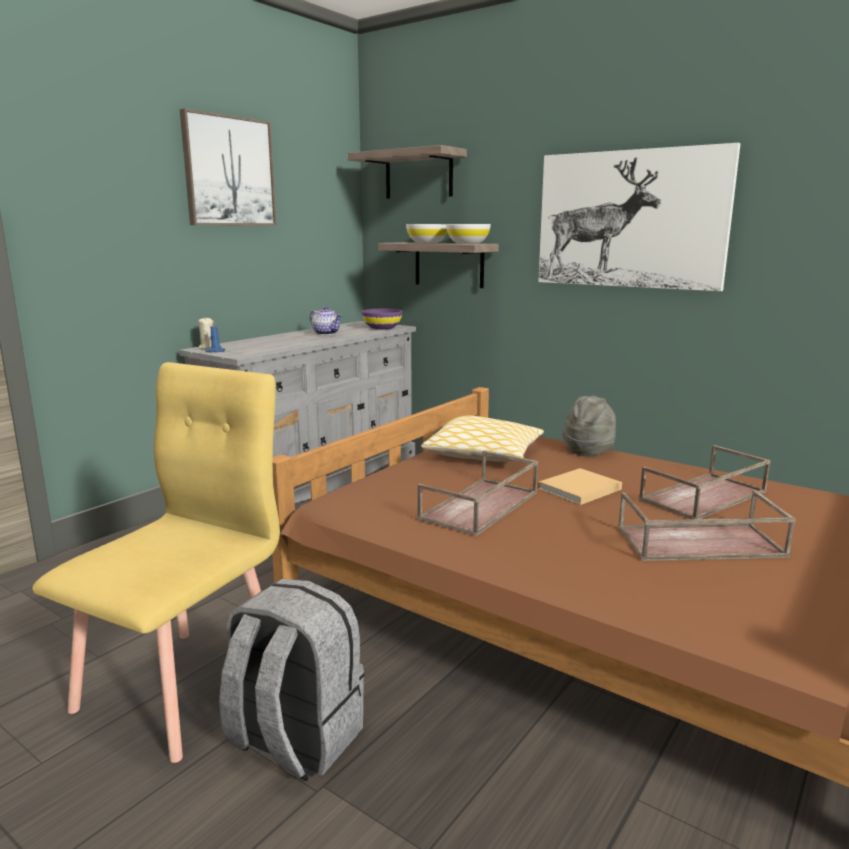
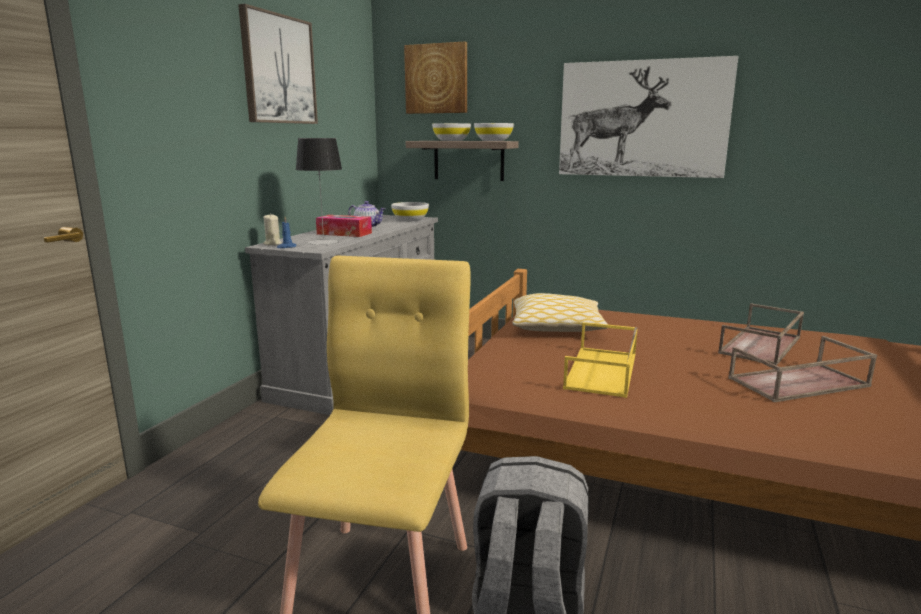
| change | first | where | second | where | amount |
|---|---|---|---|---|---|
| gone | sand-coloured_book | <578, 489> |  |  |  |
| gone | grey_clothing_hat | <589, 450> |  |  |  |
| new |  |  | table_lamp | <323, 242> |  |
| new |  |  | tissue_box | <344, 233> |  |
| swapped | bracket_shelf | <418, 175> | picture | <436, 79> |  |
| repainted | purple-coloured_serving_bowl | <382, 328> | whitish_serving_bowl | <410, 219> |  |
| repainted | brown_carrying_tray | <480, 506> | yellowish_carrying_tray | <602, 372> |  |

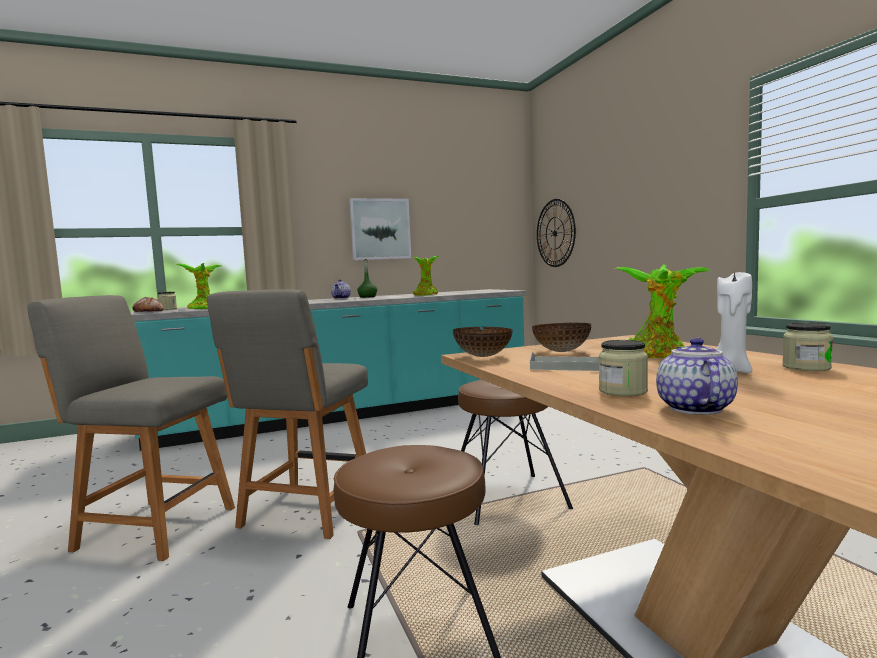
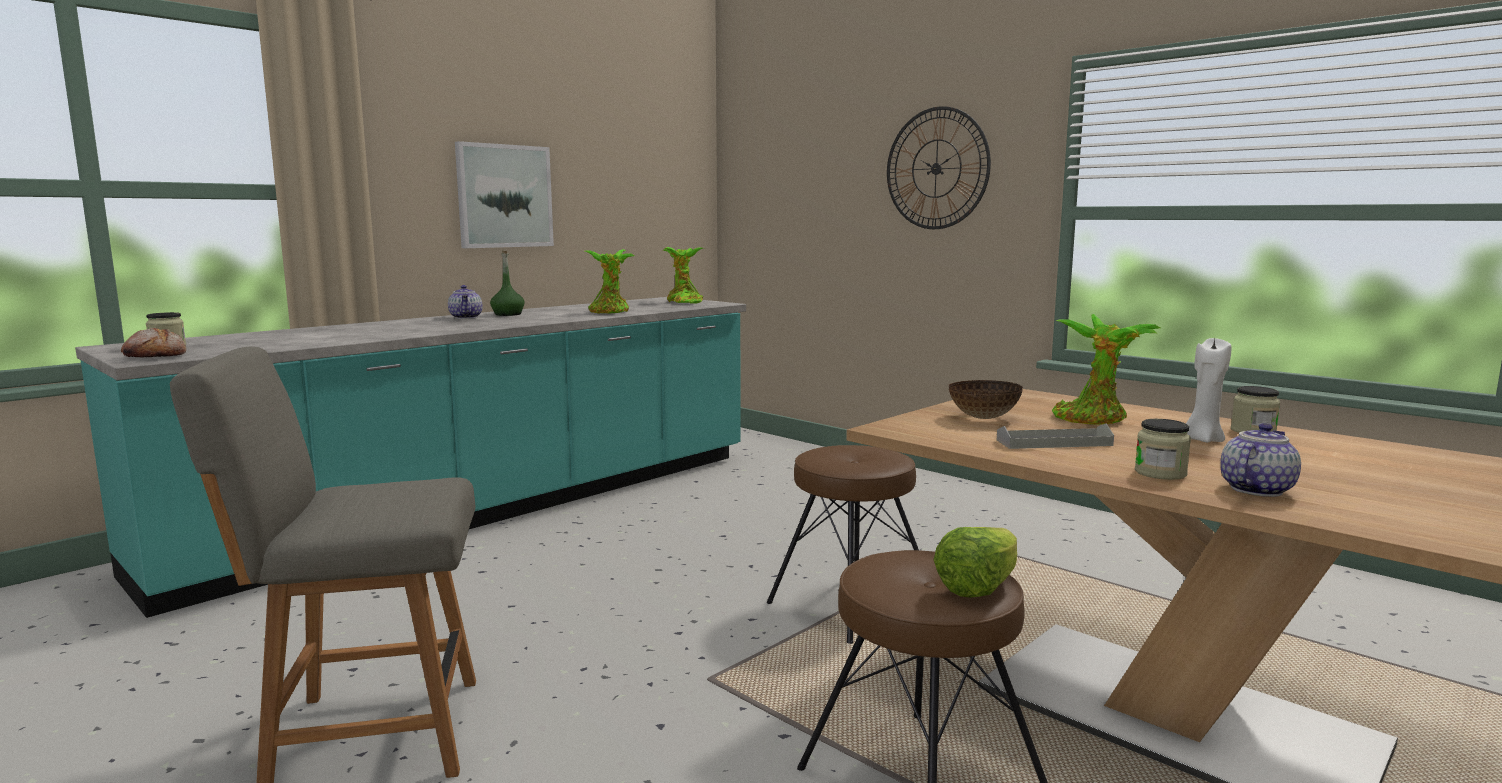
| change | first | where | second | where | amount |
|---|---|---|---|---|---|
| gone | grey_chair | <306, 511> |  |  |  |
| gone | serving_bowl | <484, 356> |  |  |  |
| new |  |  | lettuce_head | <978, 587> |  |
| shifted | plant_in_a_pot | <203, 308> |  | <683, 302> |  |
| shifted | clock_on_the_wall | <555, 233> |  | <936, 168> |  |
| rotated | tea_pot | <693, 408> |  | <1255, 489> | 60 degrees clockwise |

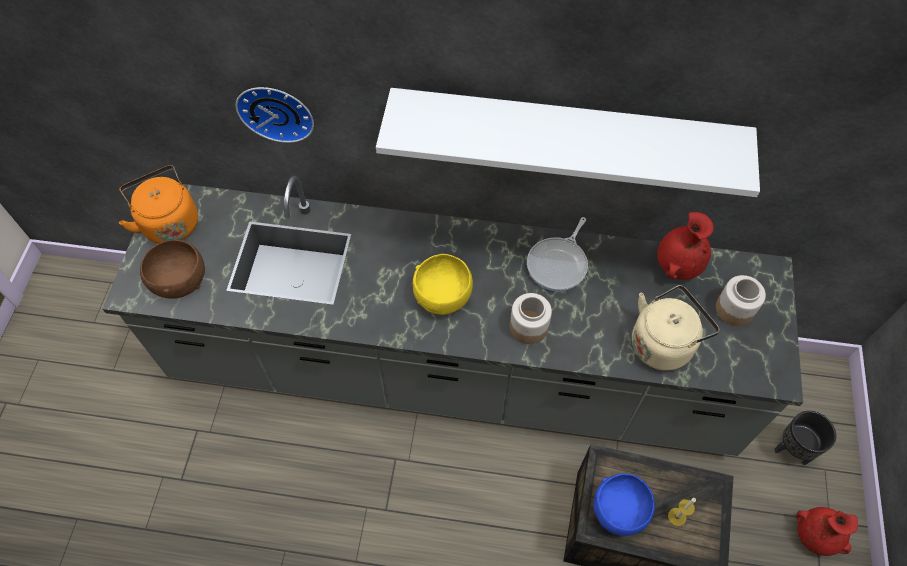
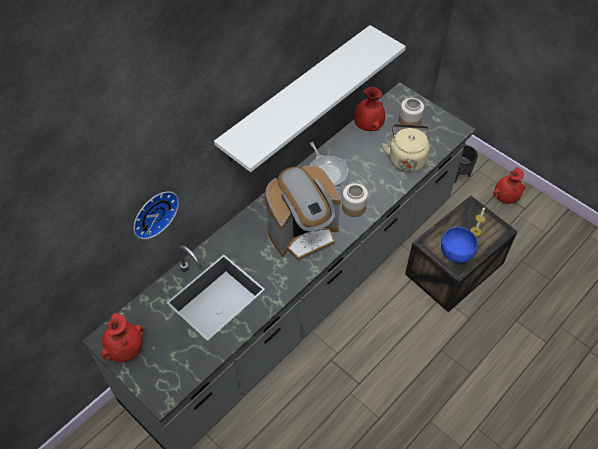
| change | first | where | second | where | amount |
|---|---|---|---|---|---|
| gone | brown_serving_bowl | <179, 281> |  |  |  |
| swapped | orange-coloured_kettle | <169, 222> | red_decorative_vase | <125, 348> |  |
| swapped | yellowish_serving_bowl | <443, 295> | coffee_brewer | <303, 233> |  |

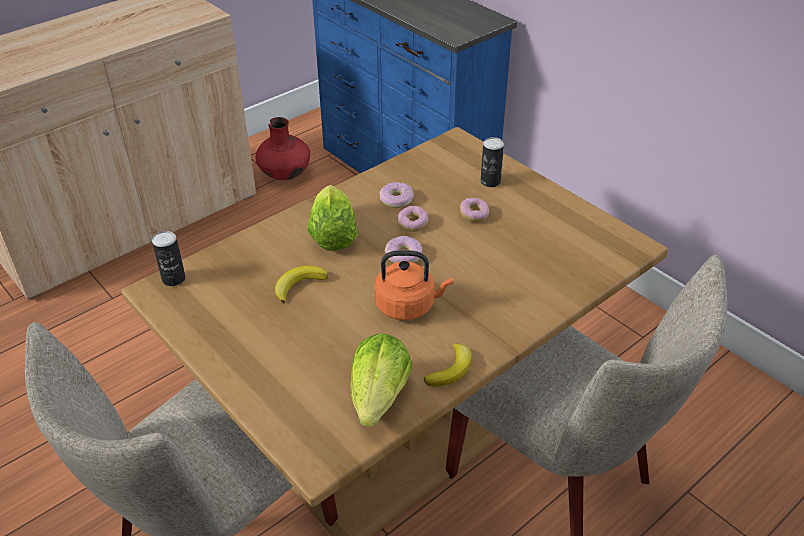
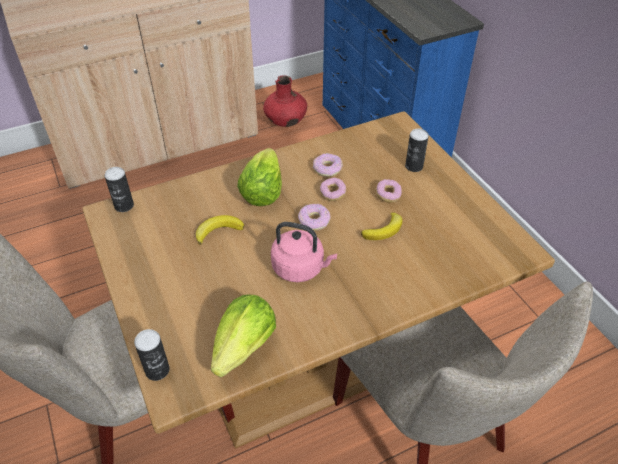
| change | first | where | second | where | amount |
|---|---|---|---|---|---|
| new |  |  | can | <157, 370> |  |
| shifted | whole_banana | <451, 369> |  | <384, 230> |  |
| repainted | orange-coloured_kettle | <408, 306> | pink-coloured_kettle | <300, 268> |  |

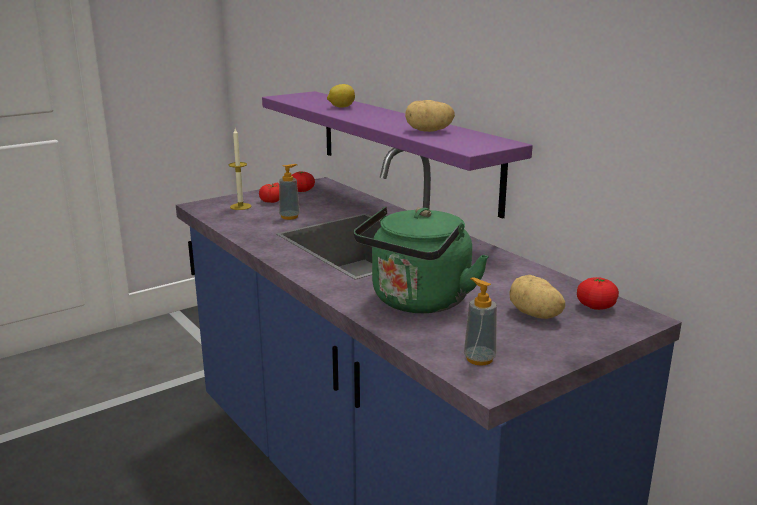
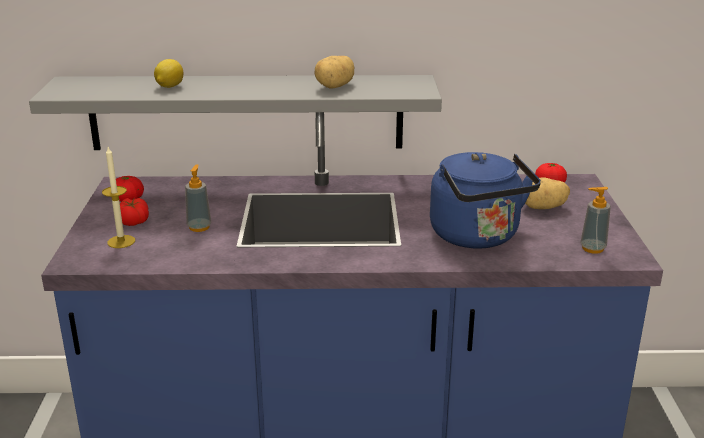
| change | first | where | second | where | amount |
|---|---|---|---|---|---|
| repainted | purple-coloured_bracket_shelf | <404, 147> | grey_bracket_shelf | <246, 112> |  |
| repainted | green-coloured_kettle | <418, 302> | blue_kettle | <478, 237> |  |

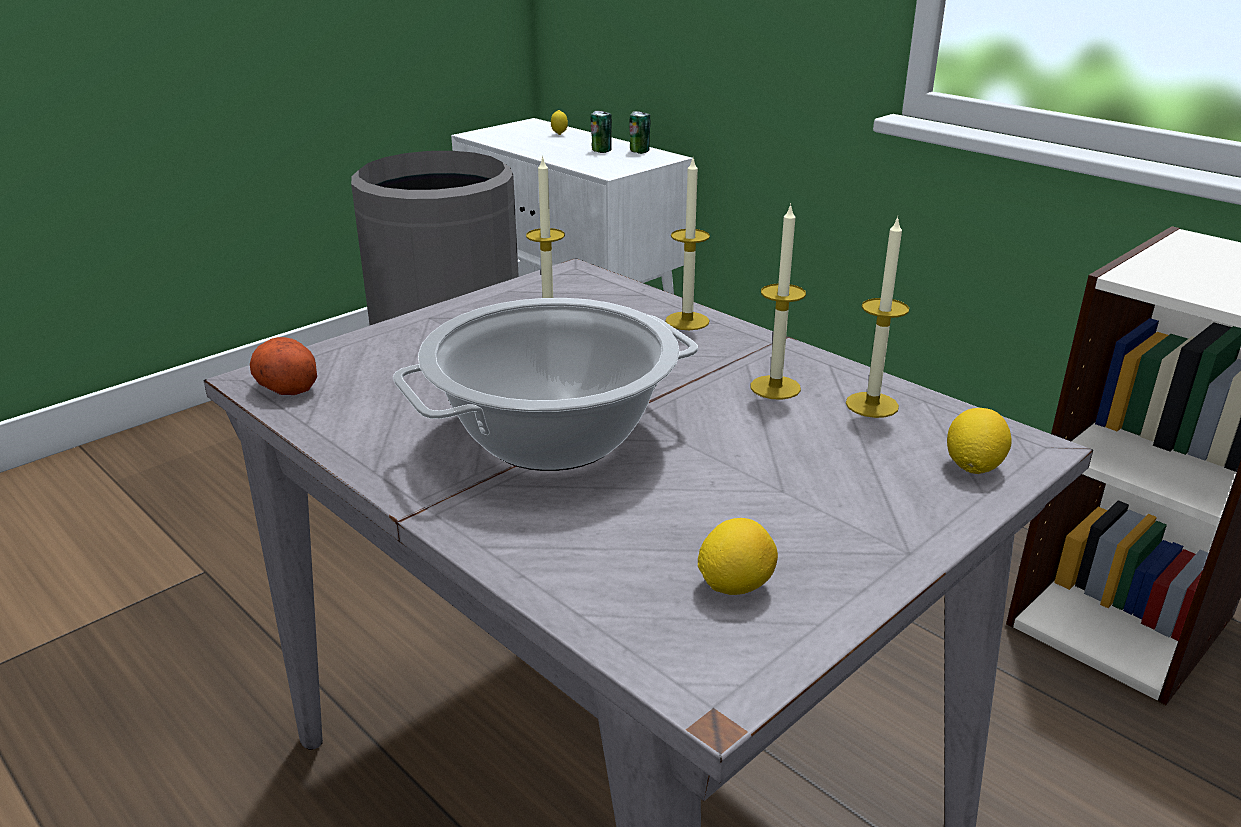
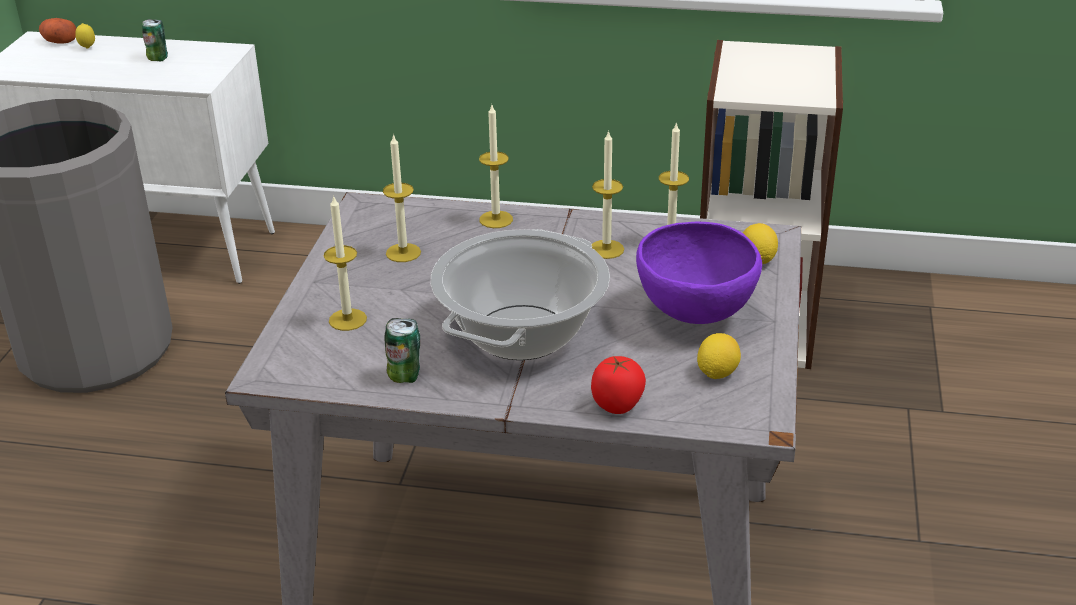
| change | first | where | second | where | amount |
|---|---|---|---|---|---|
| new |  |  | wax_candle | <347, 319> |  |
| new |  |  | fresh_tomato | <618, 406> |  |
| new |  |  | purple-coloured_serving_bowl | <694, 315> |  |
| shifted | potato | <286, 386> |  | <59, 41> |  |
| shifted | can | <639, 151> |  | <404, 376> |  |

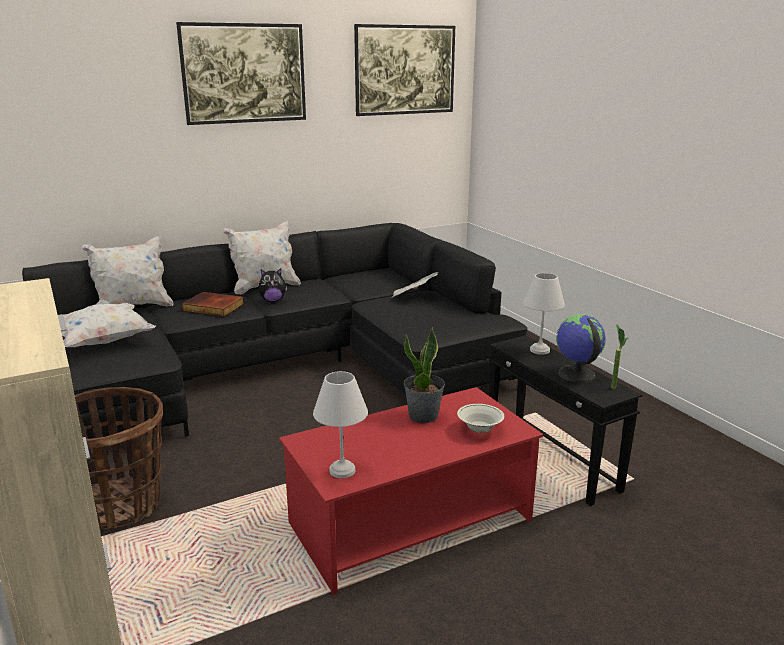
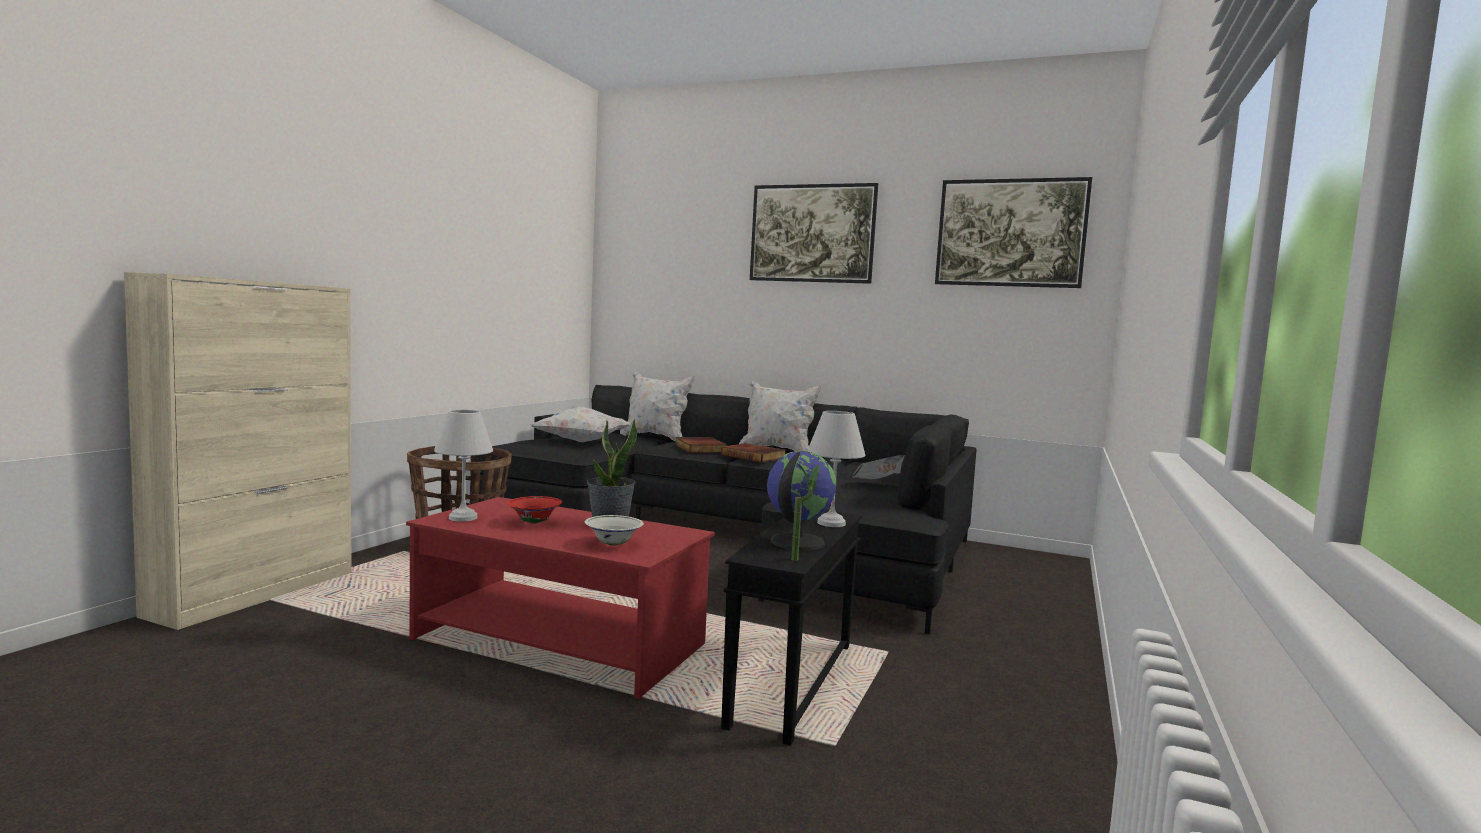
| change | first | where | second | where | amount |
|---|---|---|---|---|---|
| new |  |  | red_serving_bowl | <534, 522> |  |
| swapped | plush_toy | <273, 300> | book | <754, 456> |  |

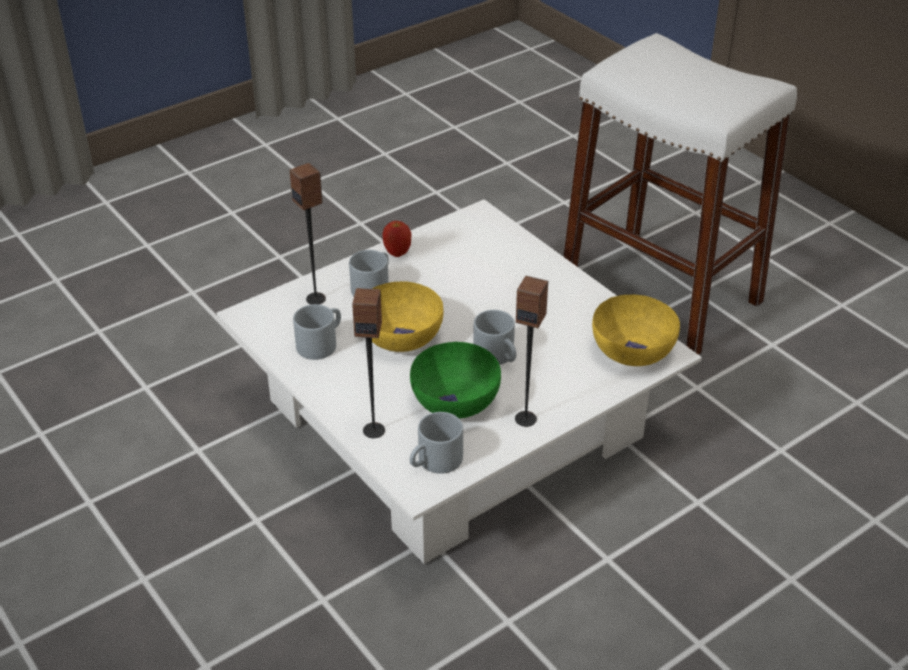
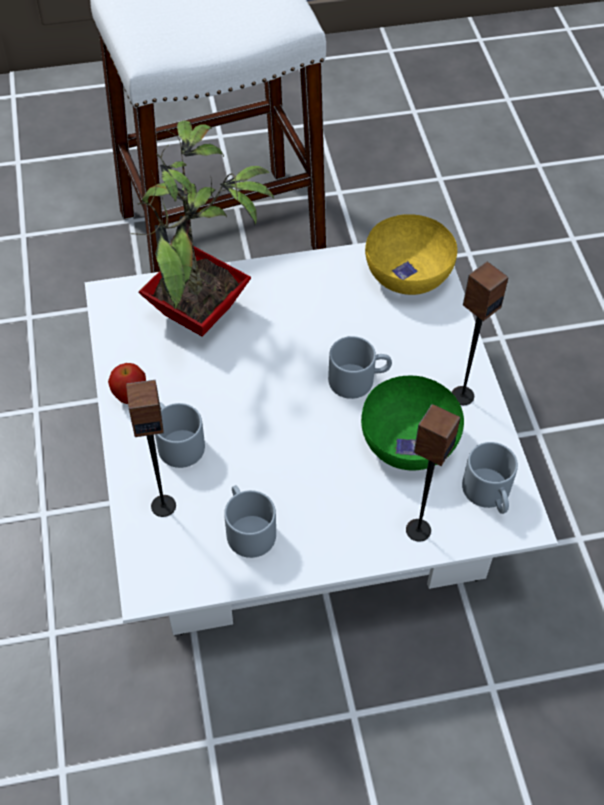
| change | first | where | second | where | amount |
|---|---|---|---|---|---|
| gone | yellowish_serving_bowl | <400, 337> |  |  |  |
| new |  |  | plant_in_a_pot | <201, 314> |  |

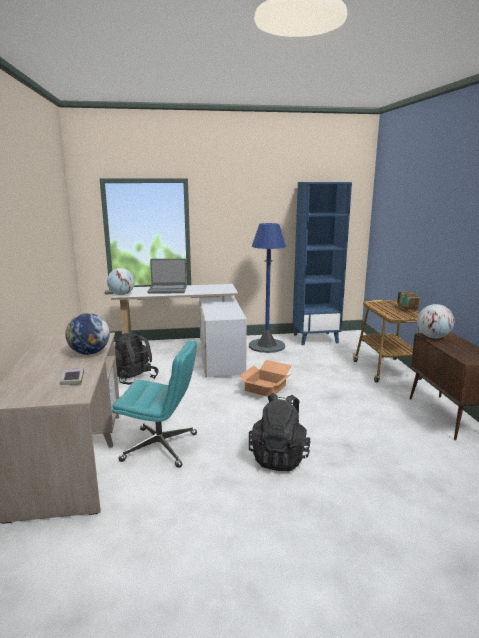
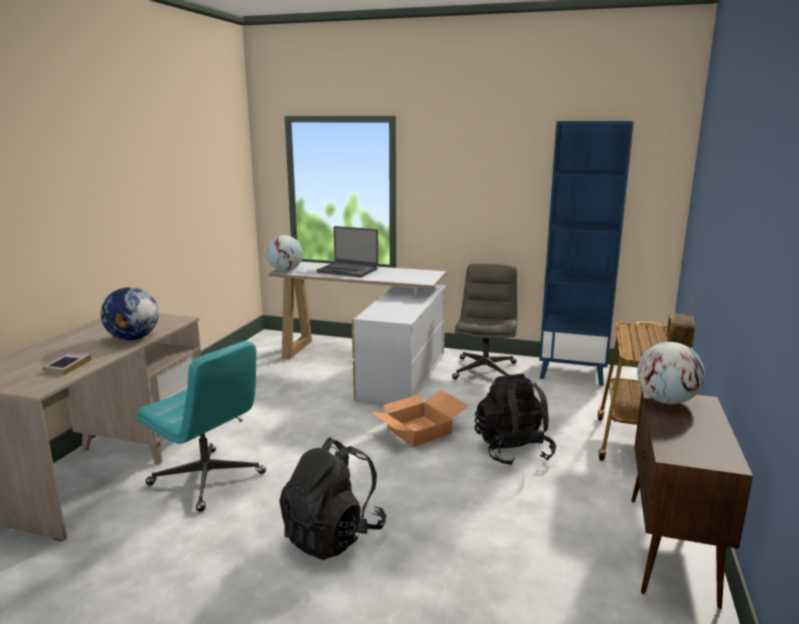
| change | first | where | second | where | amount |
|---|---|---|---|---|---|
| shifted | blackish_backpack | <134, 378> |  | <512, 450> |  |
| swapped | blue_standard_lamp | <266, 346> | grey_computer_chair | <485, 370> |  |

